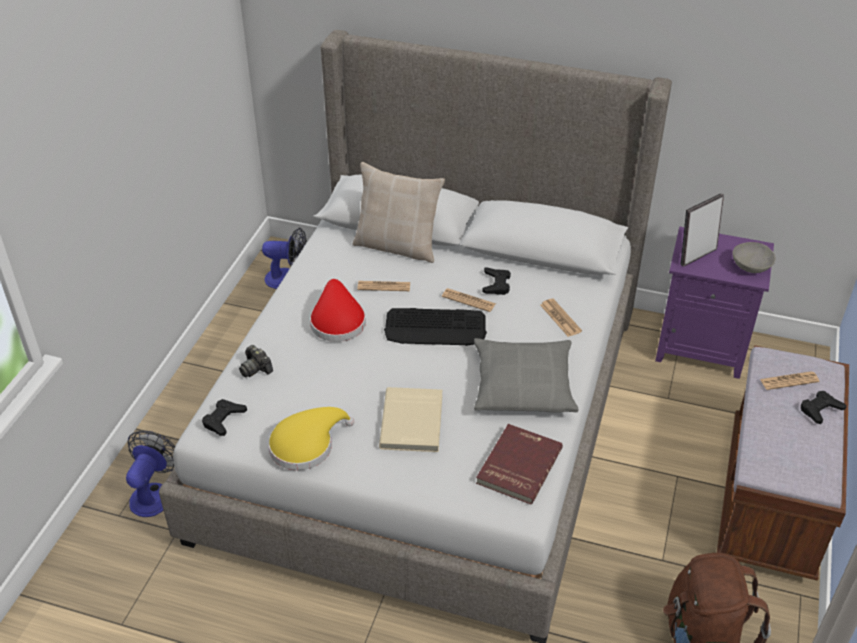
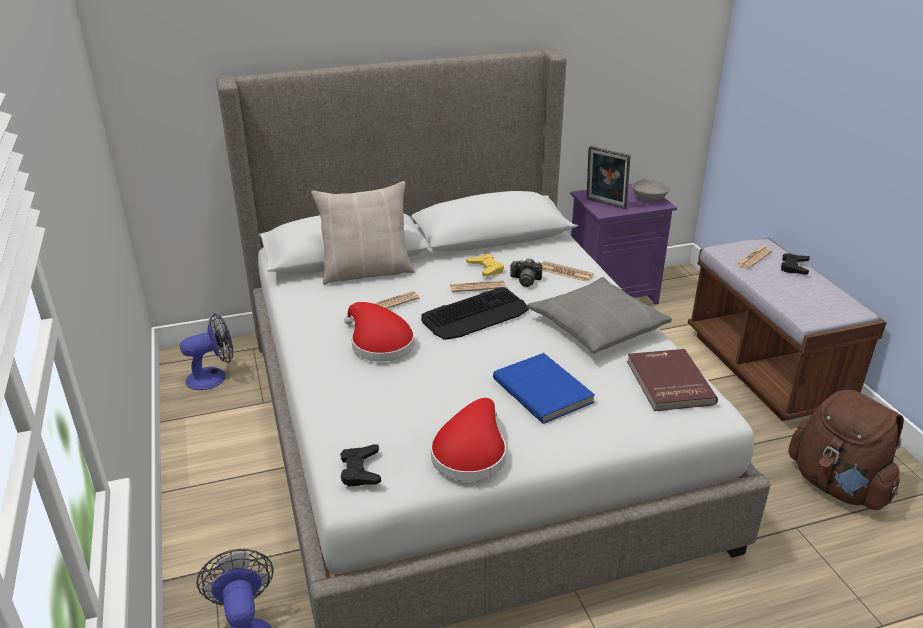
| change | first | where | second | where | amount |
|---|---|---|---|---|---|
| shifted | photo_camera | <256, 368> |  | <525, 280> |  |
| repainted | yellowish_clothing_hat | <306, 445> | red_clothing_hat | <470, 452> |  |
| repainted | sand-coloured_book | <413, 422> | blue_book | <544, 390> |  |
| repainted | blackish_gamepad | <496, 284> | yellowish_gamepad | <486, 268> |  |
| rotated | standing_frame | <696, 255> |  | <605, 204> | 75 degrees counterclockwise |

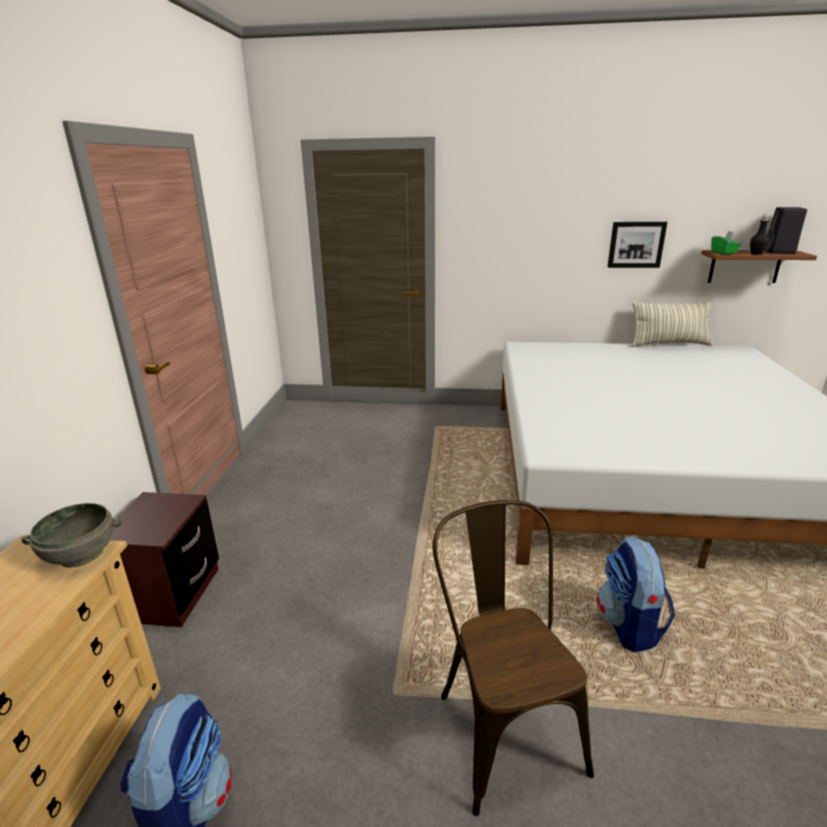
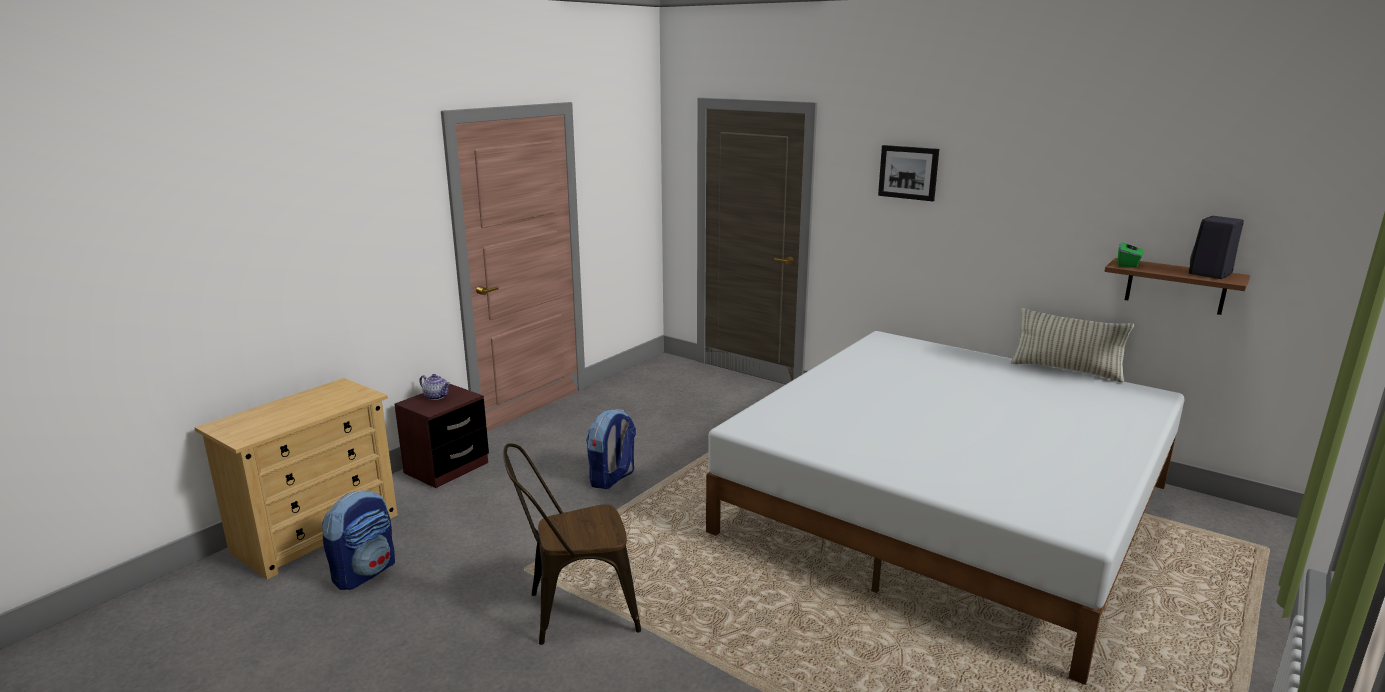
| change | first | where | second | where | amount |
|---|---|---|---|---|---|
| gone | grey_serving_bowl | <81, 554> |  |  |  |
| gone | blackish_bottle | <756, 254> |  |  |  |
| new |  |  | tea_pot | <437, 396> |  |
| shifted | backpack | <629, 625> |  | <612, 478> |  |
| shifted | picture | <636, 244> |  | <908, 172> |  |
| rotated | brown_chair | <502, 723> |  | <573, 611> | 120 degrees counterclockwise |

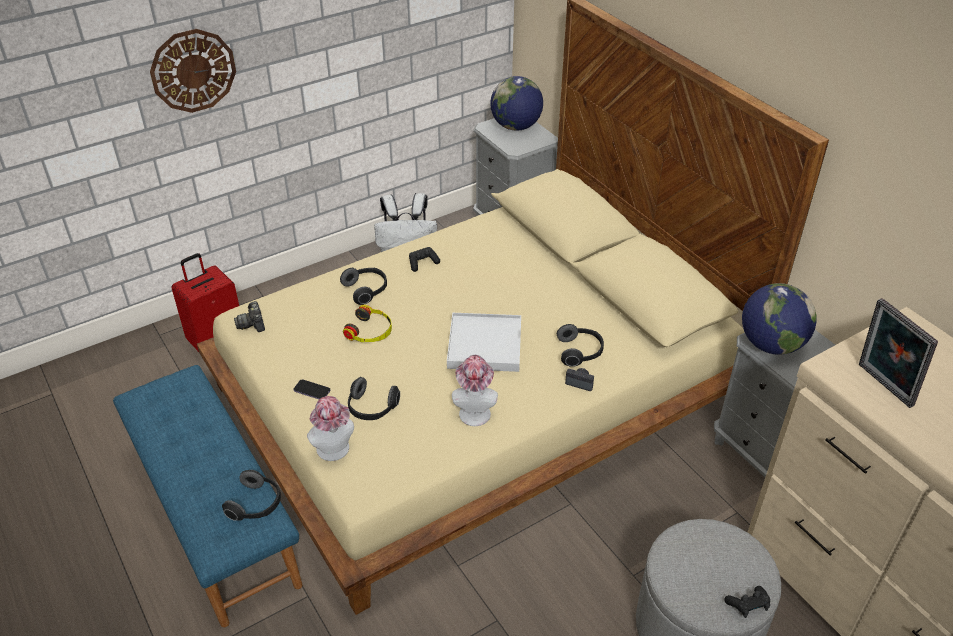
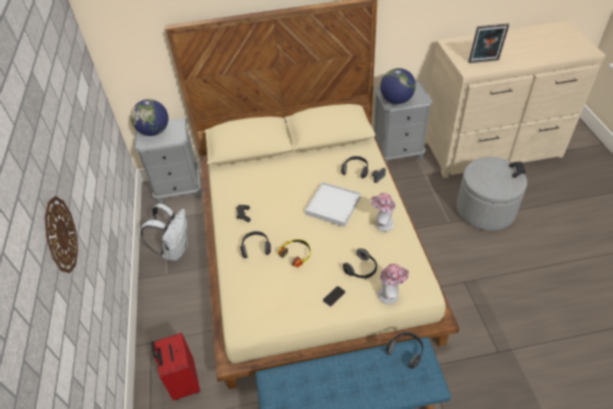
| change | first | where | second | where | amount |
|---|---|---|---|---|---|
| gone | photo_camera | <252, 324> |  |  |  |

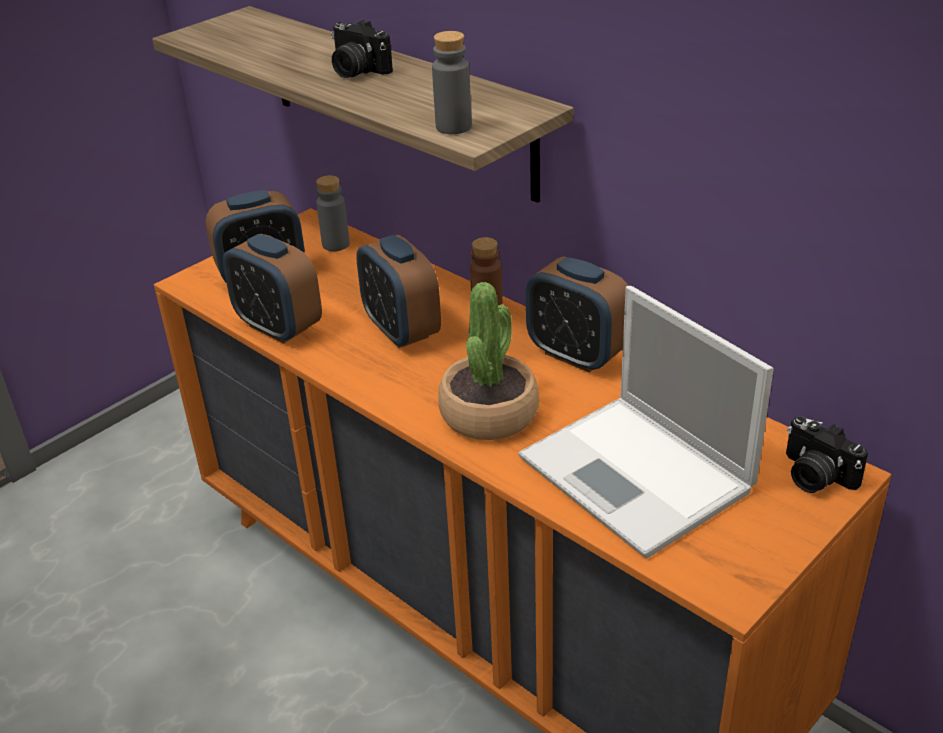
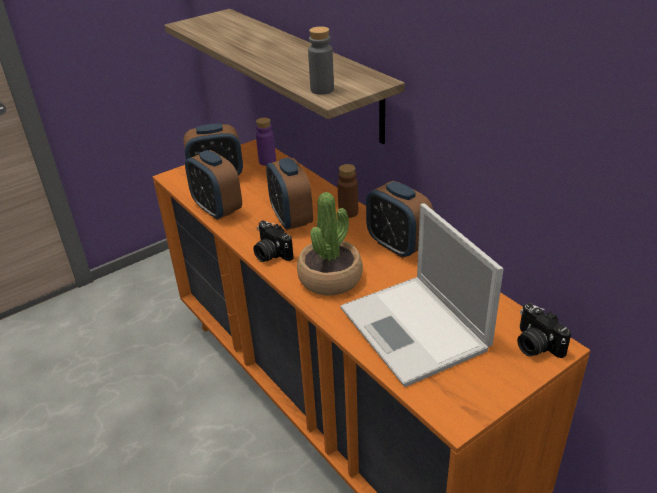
| change | first | where | second | where | amount |
|---|---|---|---|---|---|
| shifted | photo_camera | <356, 71> |  | <270, 254> |  |
| repainted | grey_bottle | <336, 244> | purple-coloured_bottle | <267, 161> |  |

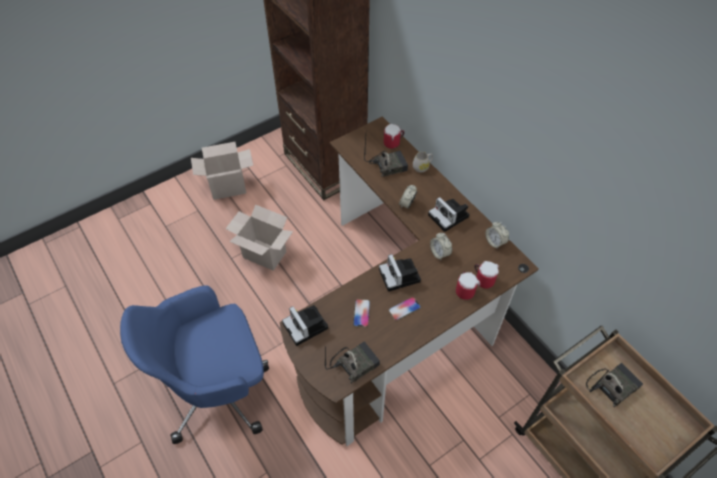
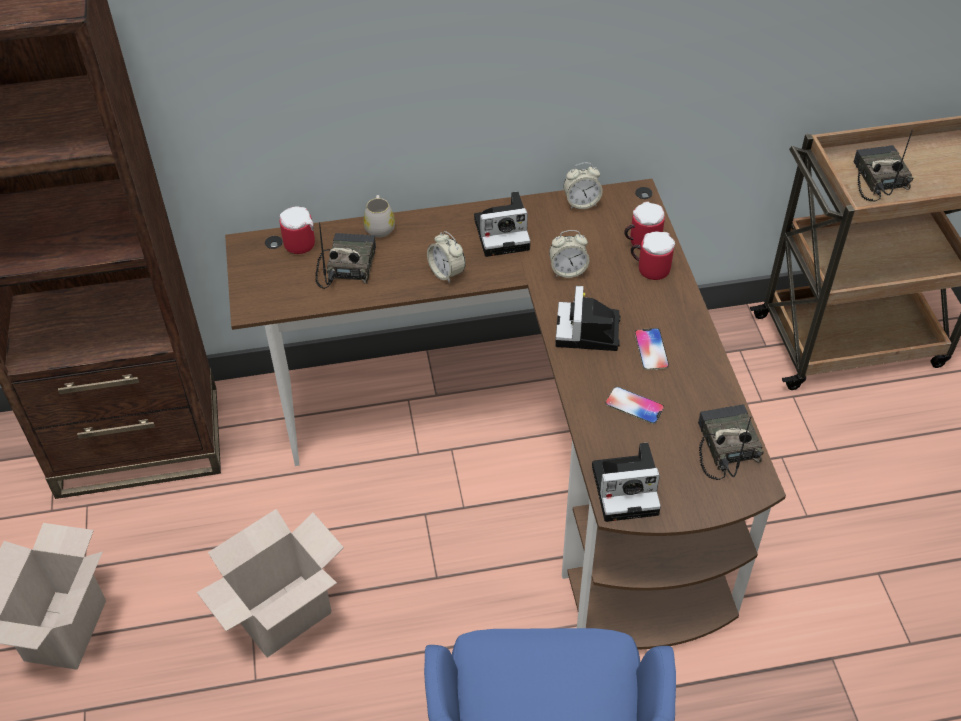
| change | first | where | second | where | amount |
|---|---|---|---|---|---|
| rotated | photo_camera | <400, 277> |  | <588, 333> | 90 degrees clockwise |

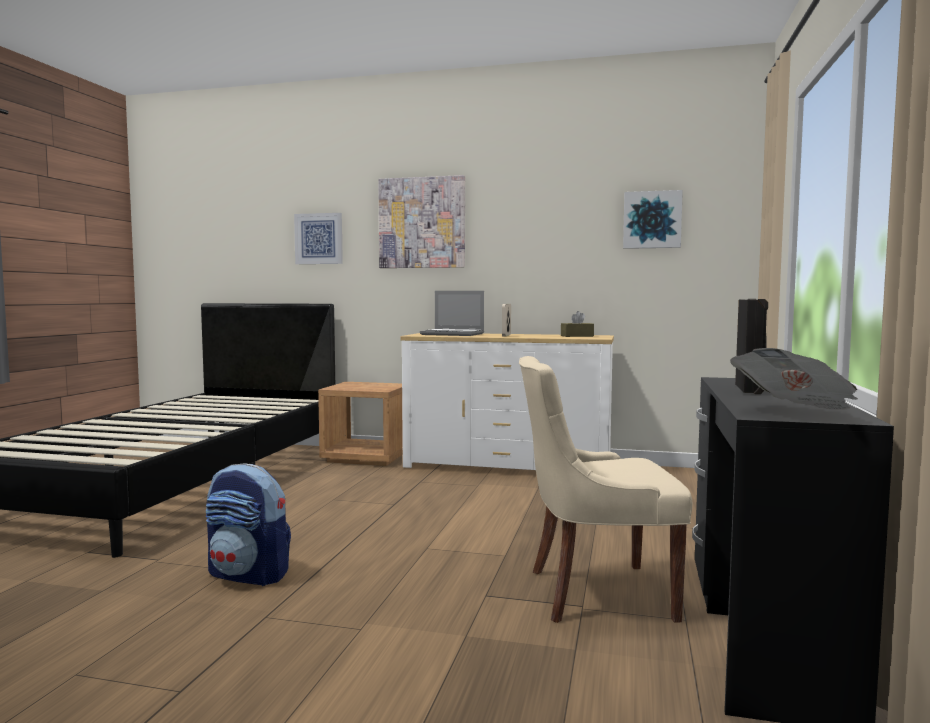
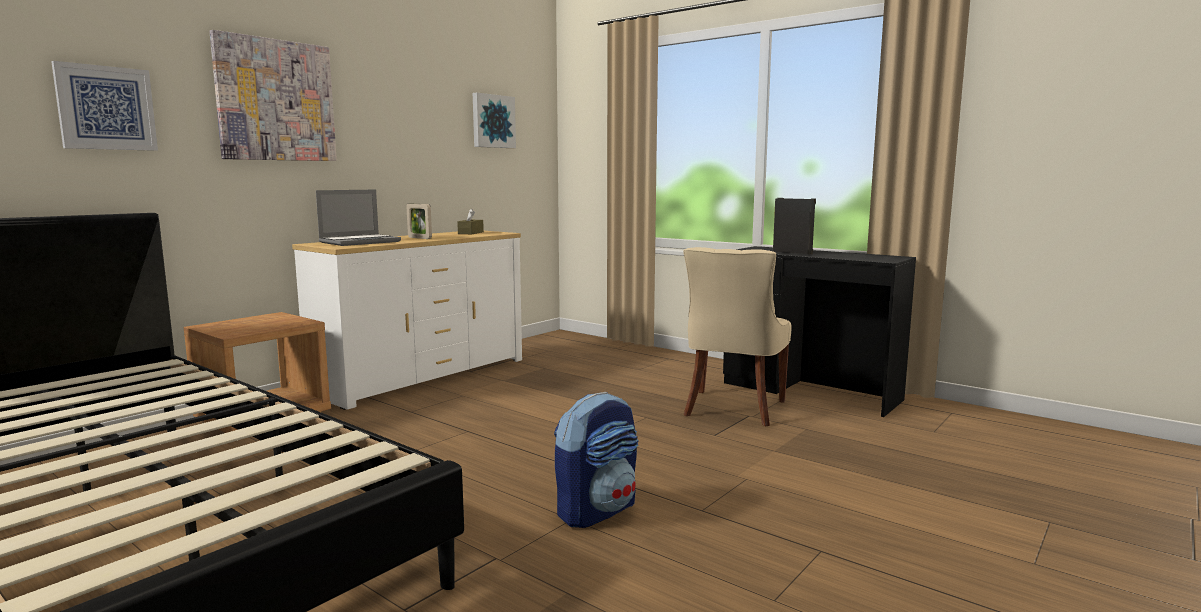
| change | first | where | second | where | amount |
|---|---|---|---|---|---|
| gone | printed_paper | <796, 414> |  |  |  |

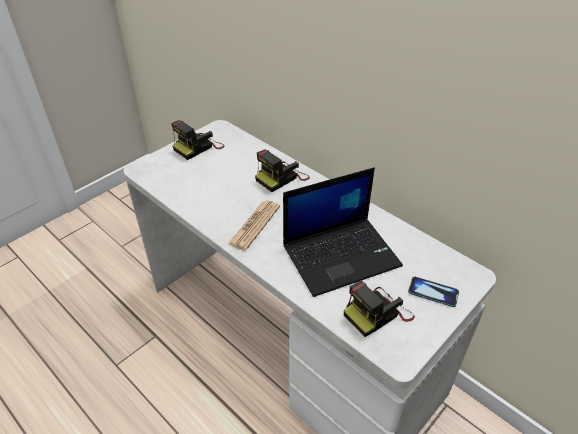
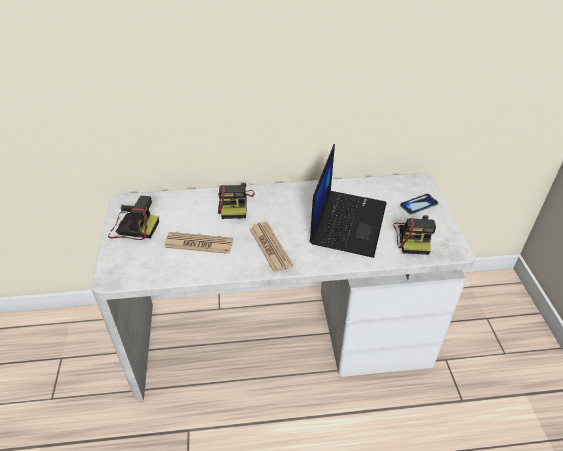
| change | first | where | second | where | amount |
|---|---|---|---|---|---|
| new |  |  | printed_paper | <199, 243> |  |
| rotated | photo_camera | <198, 147> |  | <133, 227> | 75 degrees counterclockwise |

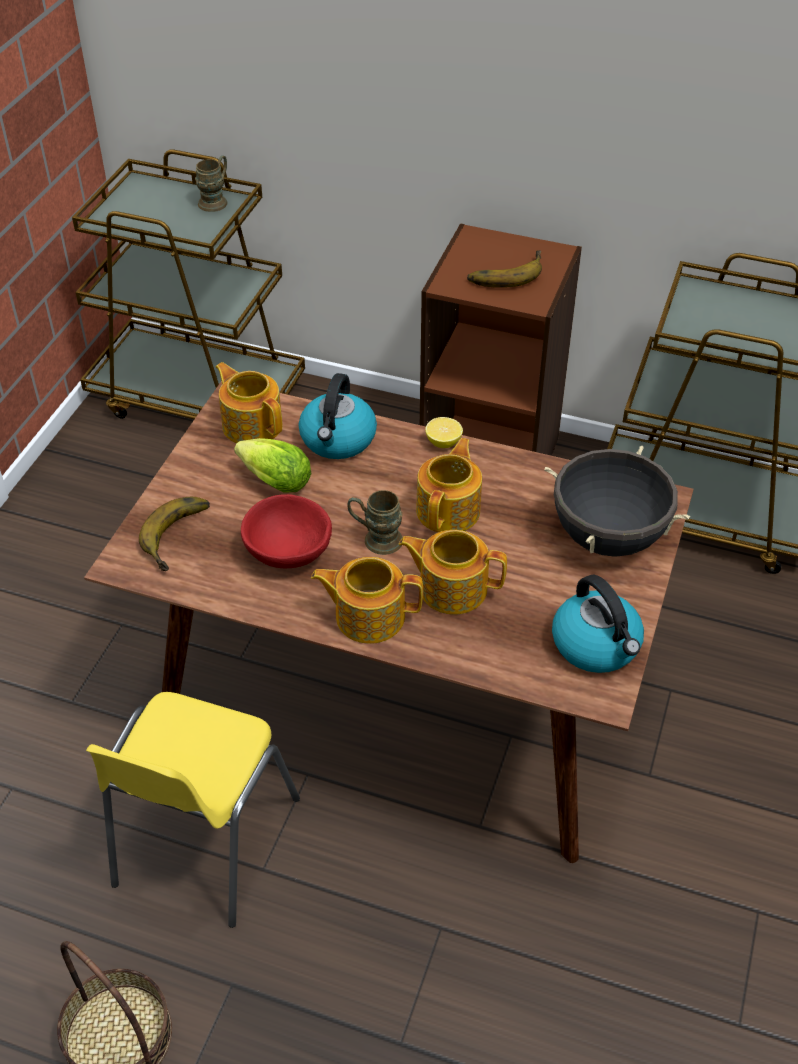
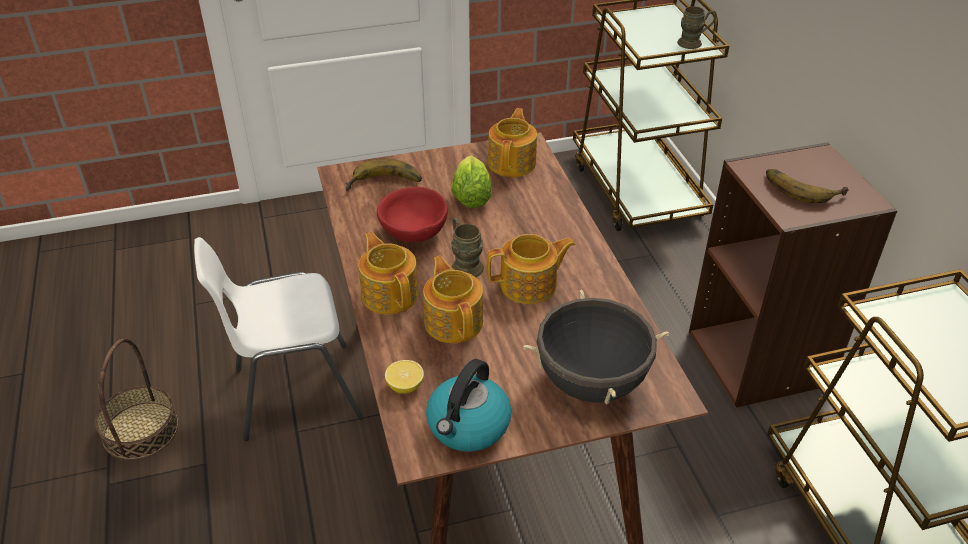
| change | first | where | second | where | amount |
|---|---|---|---|---|---|
| gone | kettle | <338, 440> |  |  |  |
| shifted | citrus_fruit | <443, 442> |  | <405, 386> |  |
| repainted | yellowish_chair | <202, 845> | whitish_chair | <293, 392> |  |

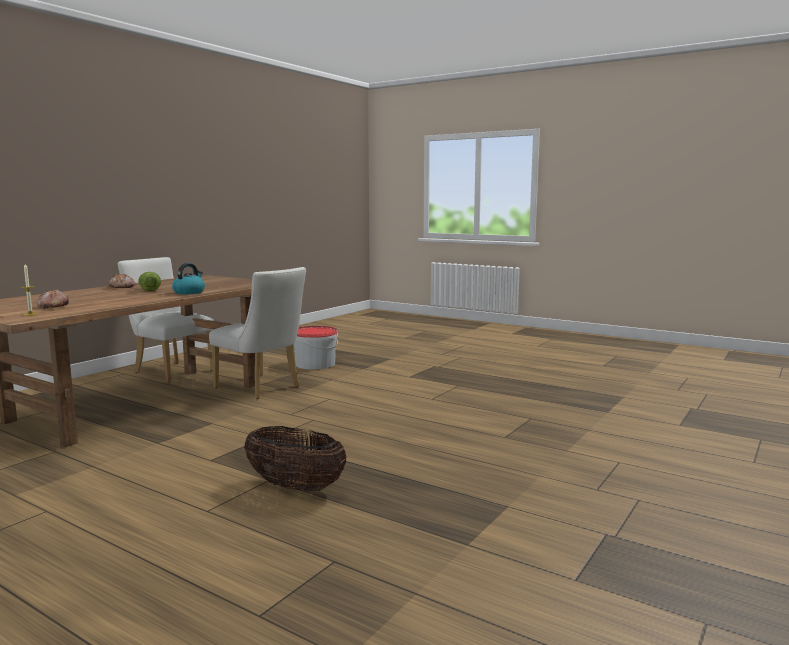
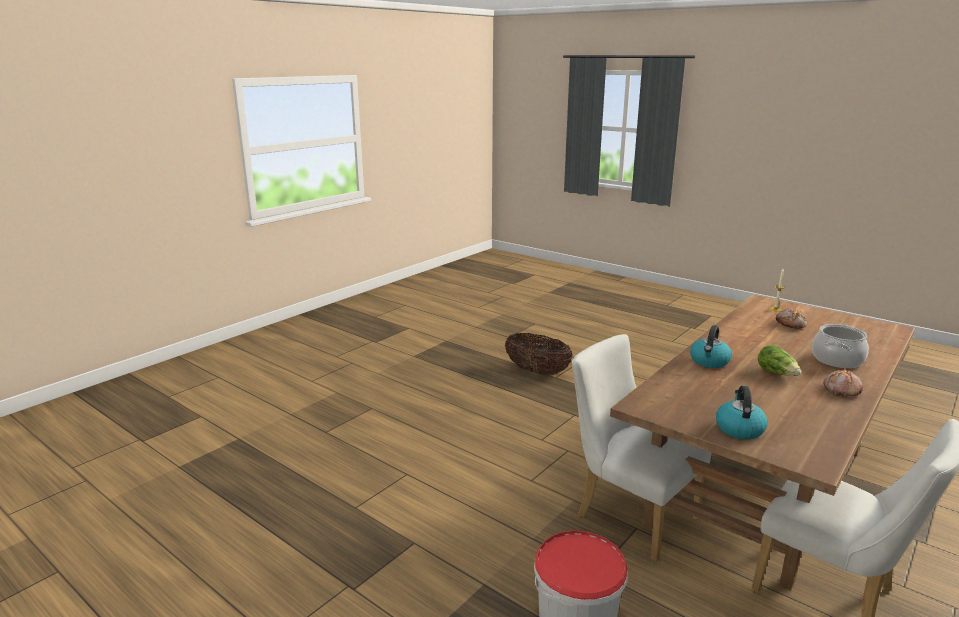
| change | first | where | second | where | amount |
|---|---|---|---|---|---|
| new |  |  | kettle | <739, 428> |  |
| new |  |  | cooking_pot | <836, 359> |  |

